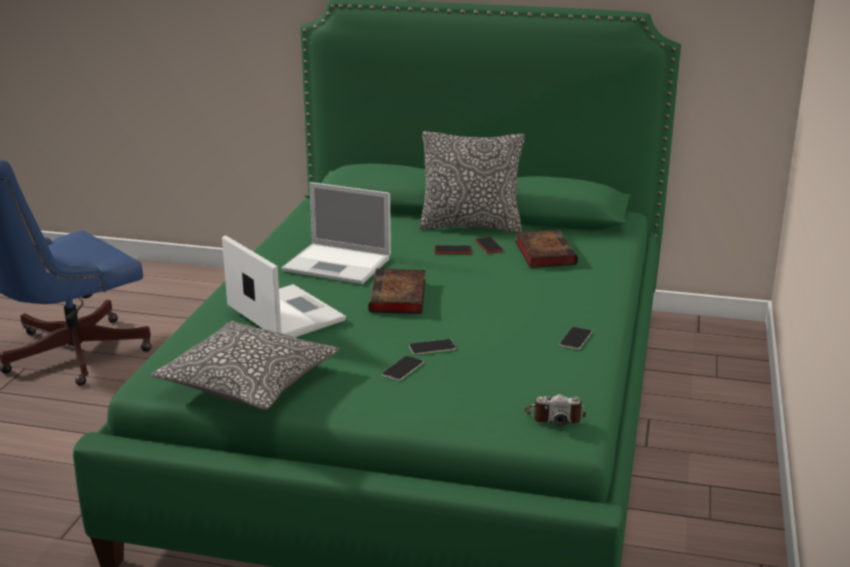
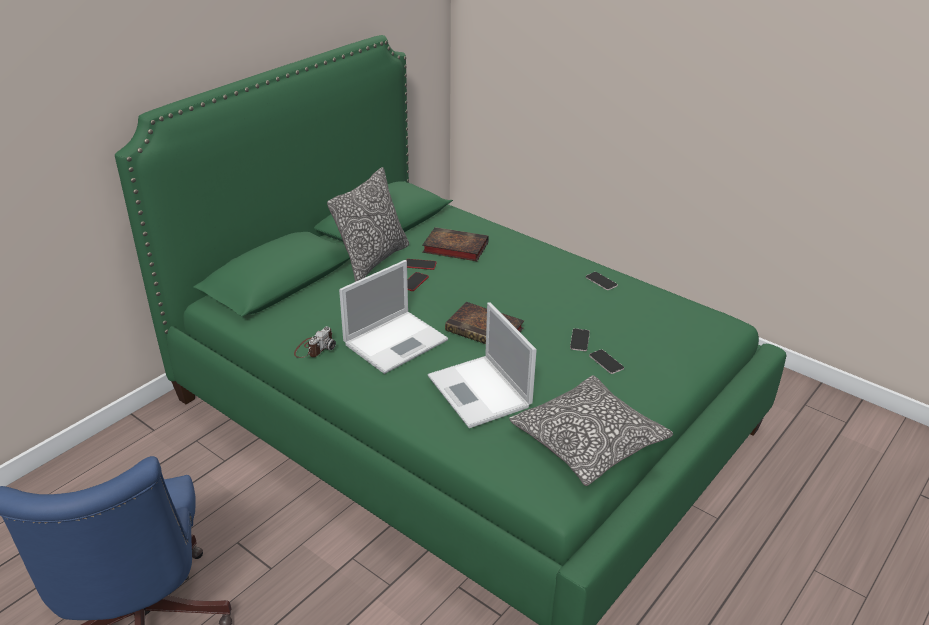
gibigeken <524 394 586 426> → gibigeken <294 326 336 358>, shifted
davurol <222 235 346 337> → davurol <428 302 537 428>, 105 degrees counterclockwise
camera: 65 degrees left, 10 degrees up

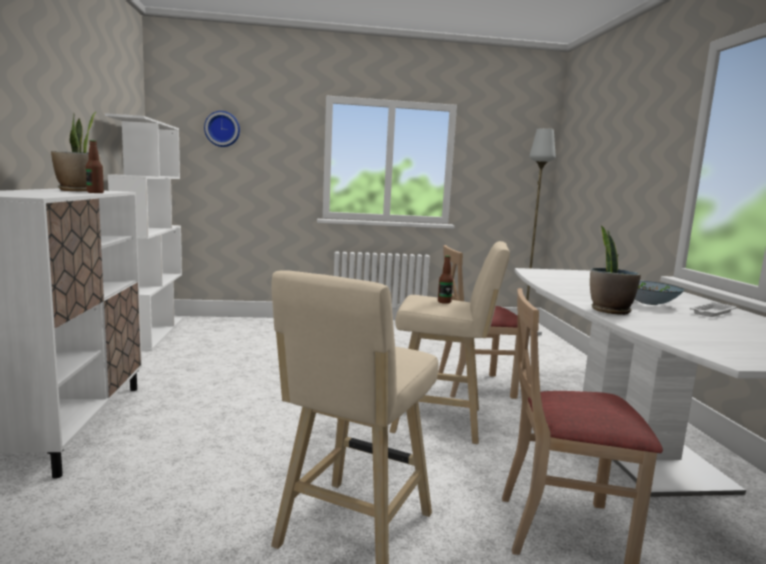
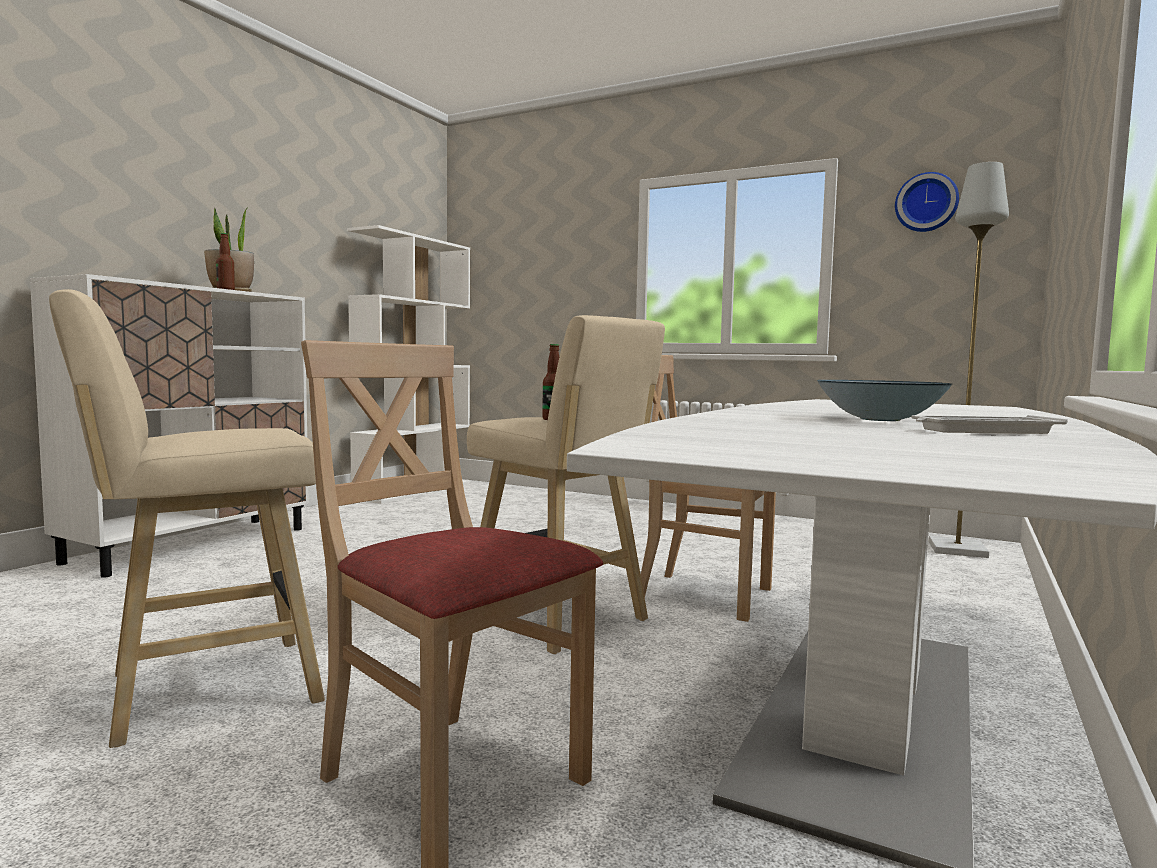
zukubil <590 226 641 315> → -
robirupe <204 111 240 147> → robirupe <895 172 959 232>, shifted
camera: 35 degrees right, 5 degrees down

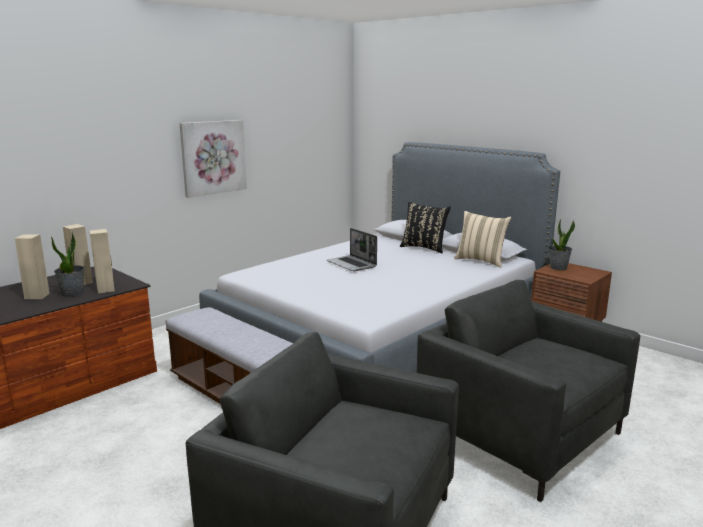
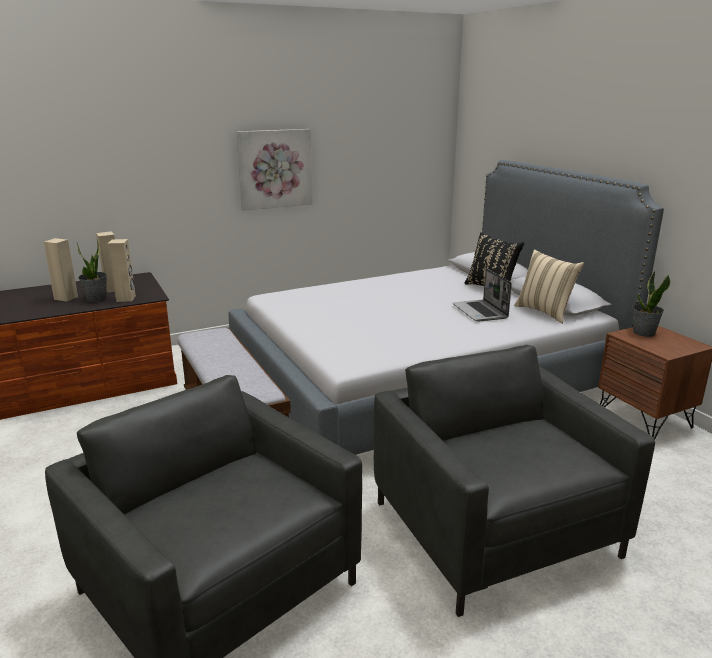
davurol <327 228 377 271> → davurol <453 268 512 321>, shifted
camera: 20 degrees right, 5 degrees up

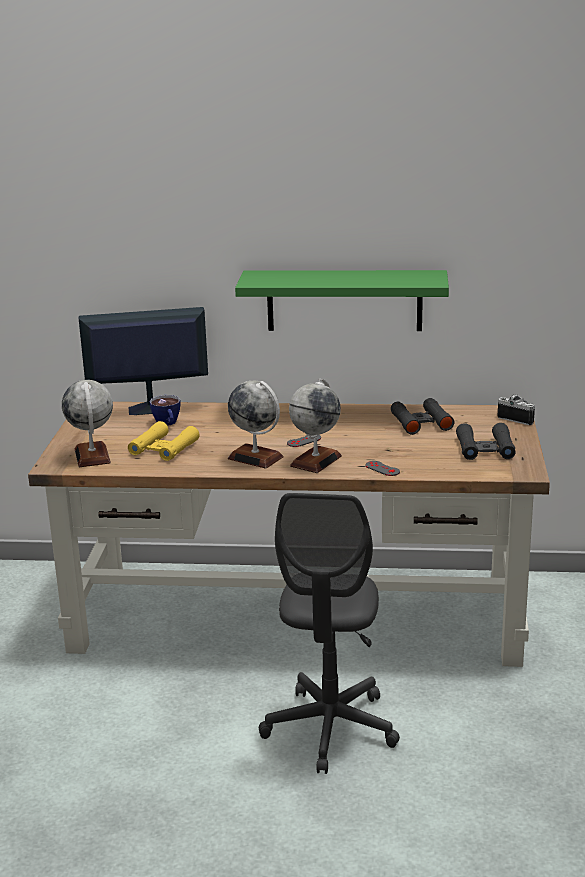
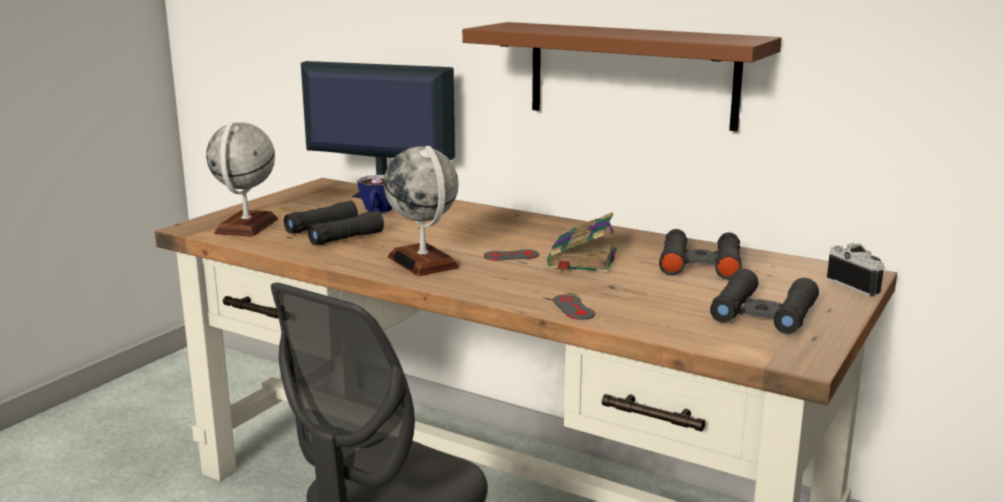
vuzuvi <289 378 342 473> → -
- → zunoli <547 212 617 273>
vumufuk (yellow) <128 421 200 461> → vumufuk (black) <284 200 384 245>
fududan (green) <235 270 449 331> → fududan (brown) <462 22 782 131>
camera: 25 degrees right, 5 degrees down

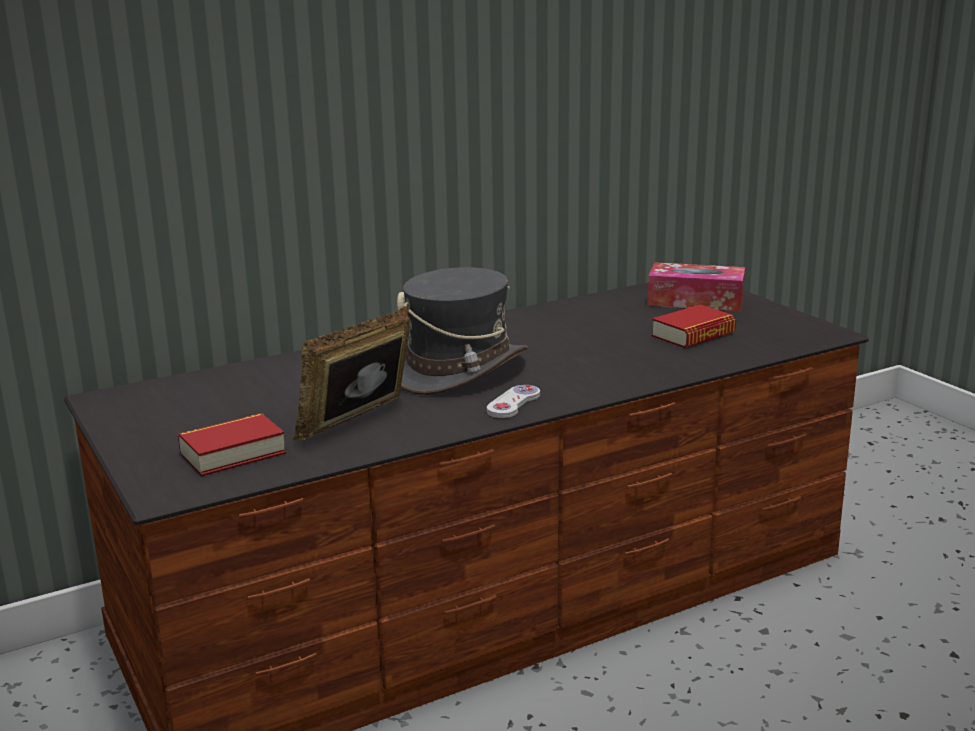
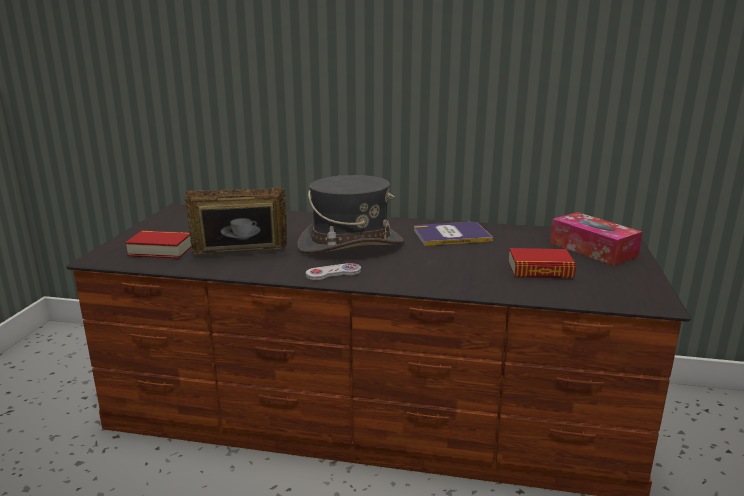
- → zunoli <414 222 493 246>
camera: 40 degrees right, 0 degrees up

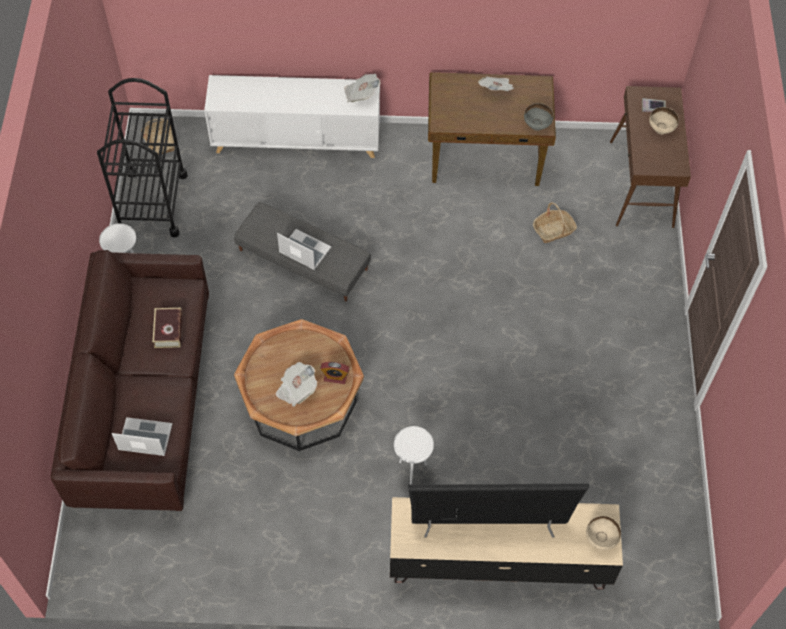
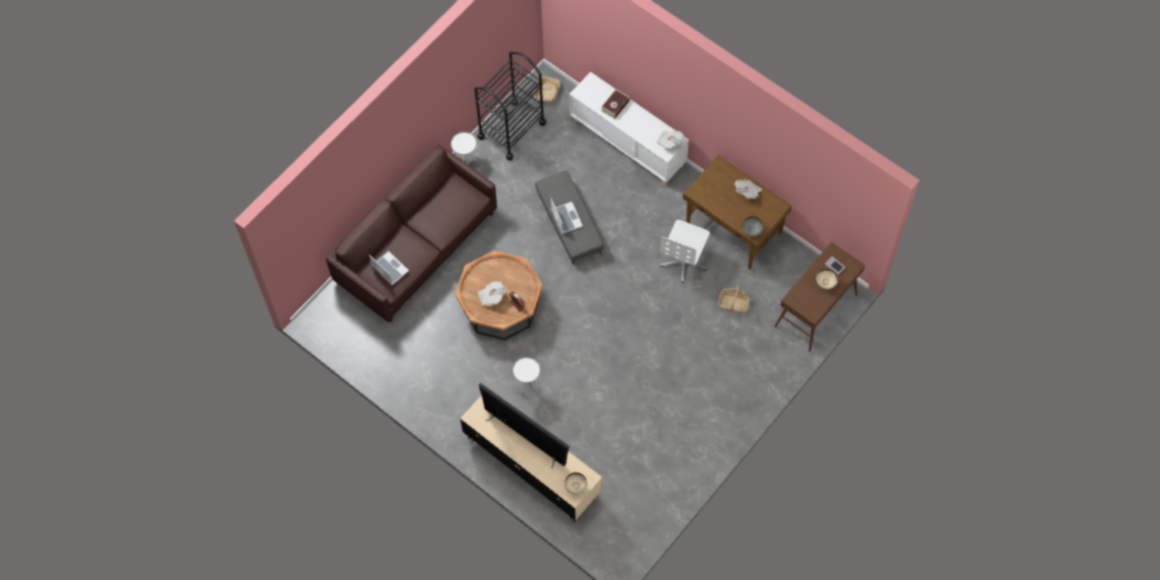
- → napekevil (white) <660 220 710 283>
zunoli <153 308 182 348> → zunoli <601 89 630 119>, shifted
camera: 40 degrees right, 5 degrees up

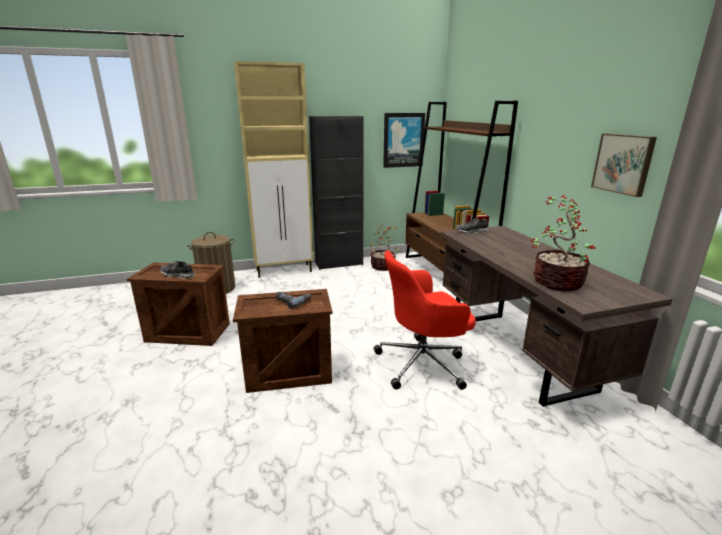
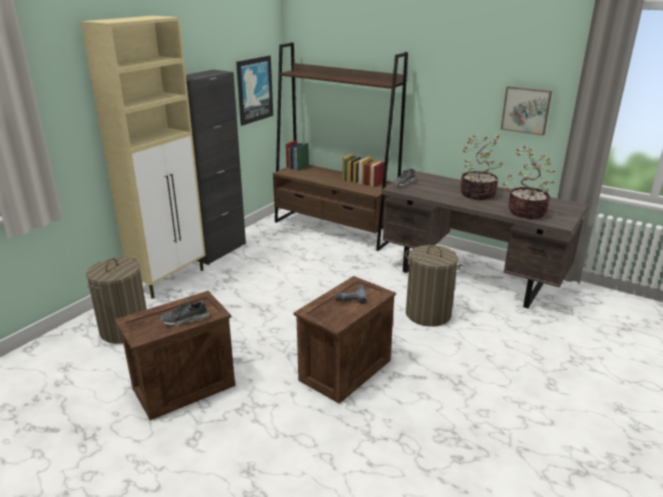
zukubil <370 225 401 271> → zukubil <461 135 503 200>, shifted
napekevil (red) <374 250 476 390> → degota <405 245 462 327>
camera: 40 degrees left, 5 degrees up

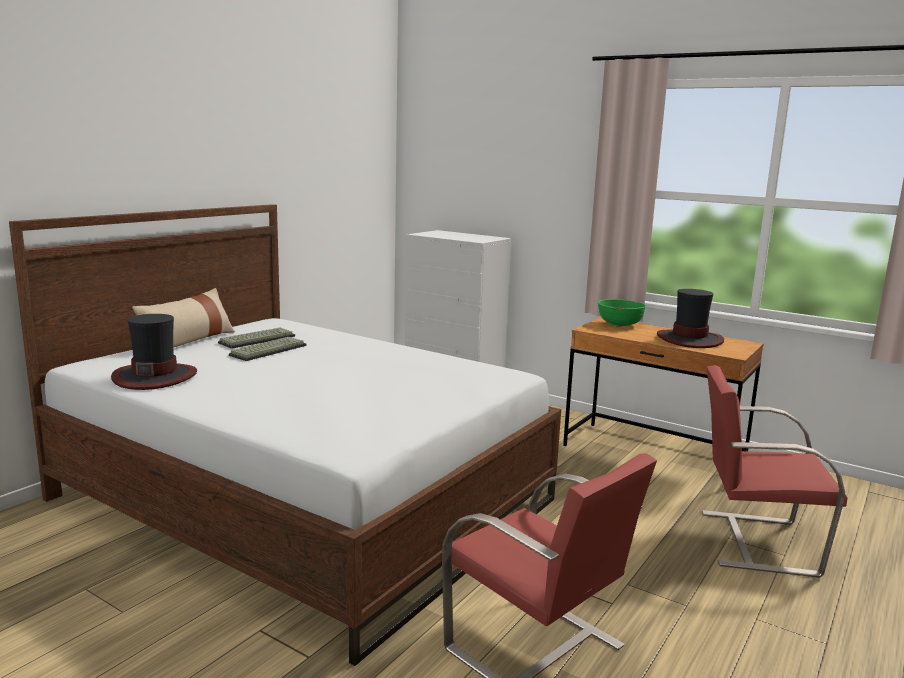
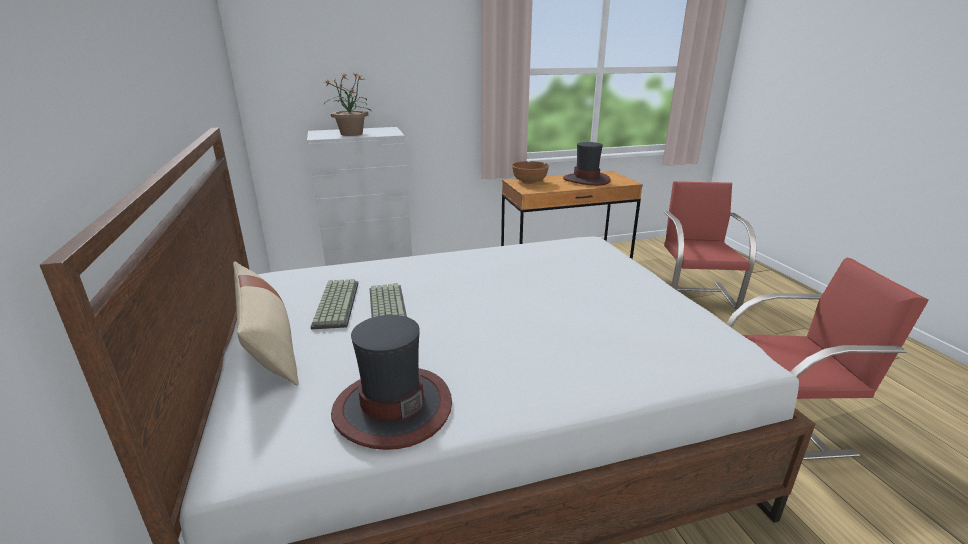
- → zukubil <324 73 371 136>
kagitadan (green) <598 299 646 327> → kagitadan (brown) <512 161 549 184>
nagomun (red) <702 365 847 578> → nagomun (red) <664 181 757 309>, 135 degrees clockwise
camera: 50 degrees left, 10 degrees up

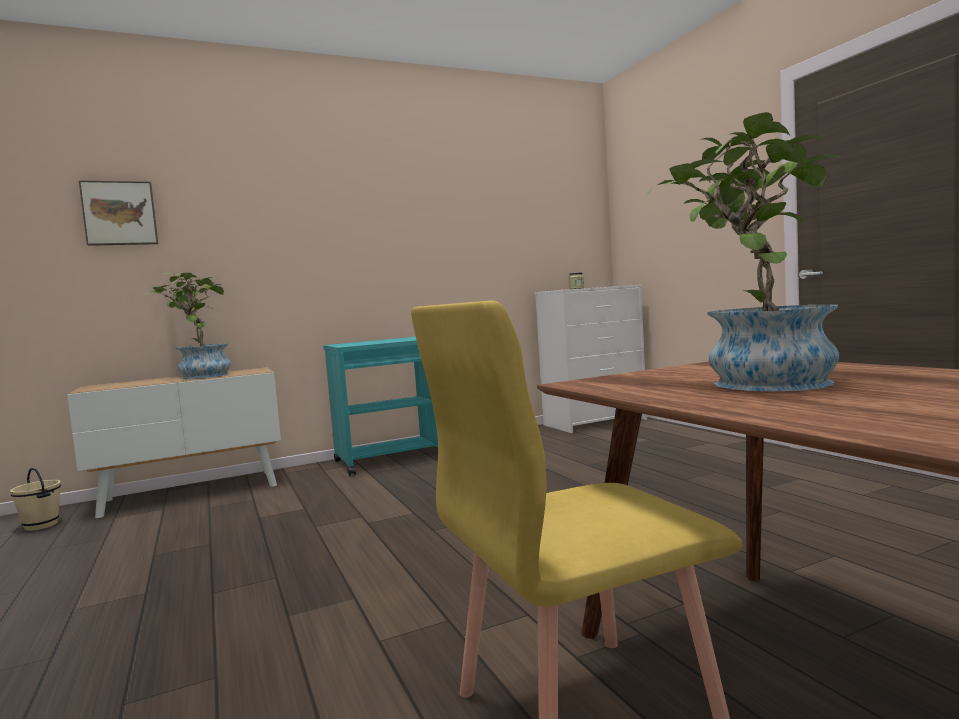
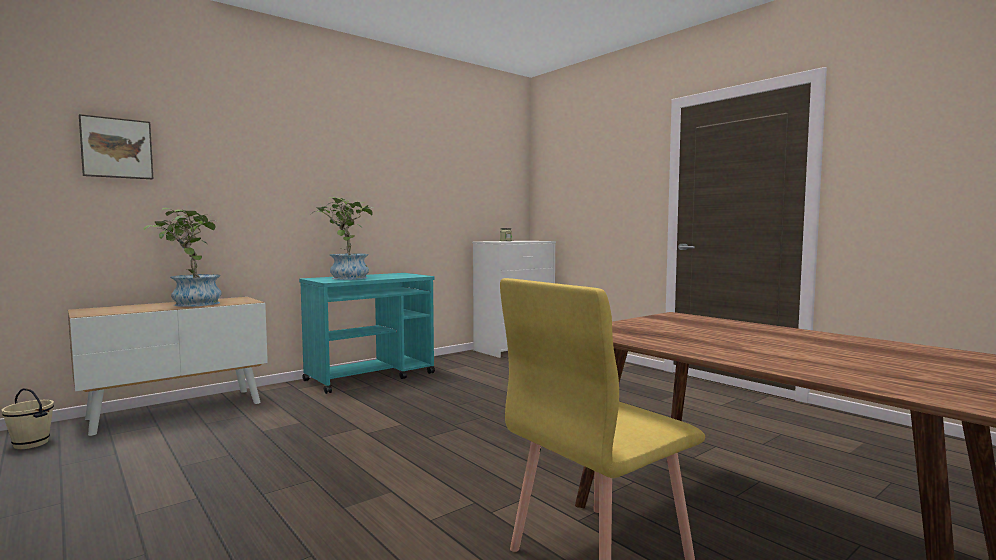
zukubil <647 112 842 391> → zukubil <311 197 373 280>, shifted
camera: 15 degrees left, 0 degrees up

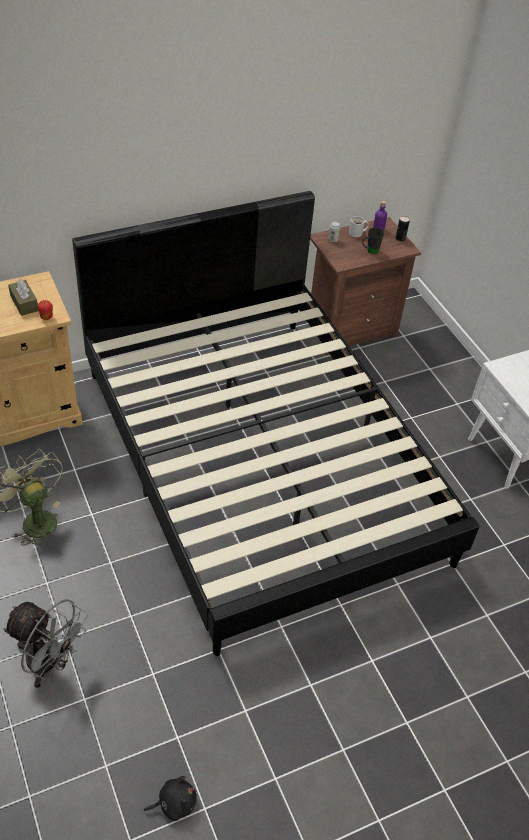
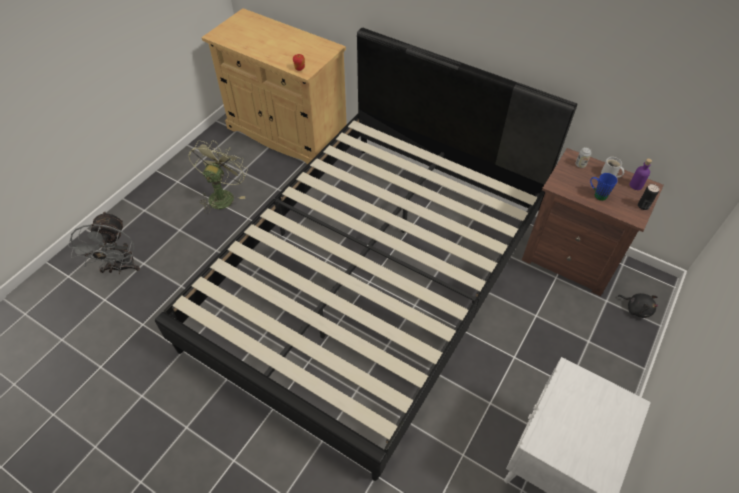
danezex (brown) <8 279 38 316> → -
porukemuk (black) <144 776 197 821> → porukemuk (black) <618 293 658 318>, shifted
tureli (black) <362 227 384 254> → tureli (blue) <590 173 618 201>
camera: 60 degrees right, 5 degrees up

